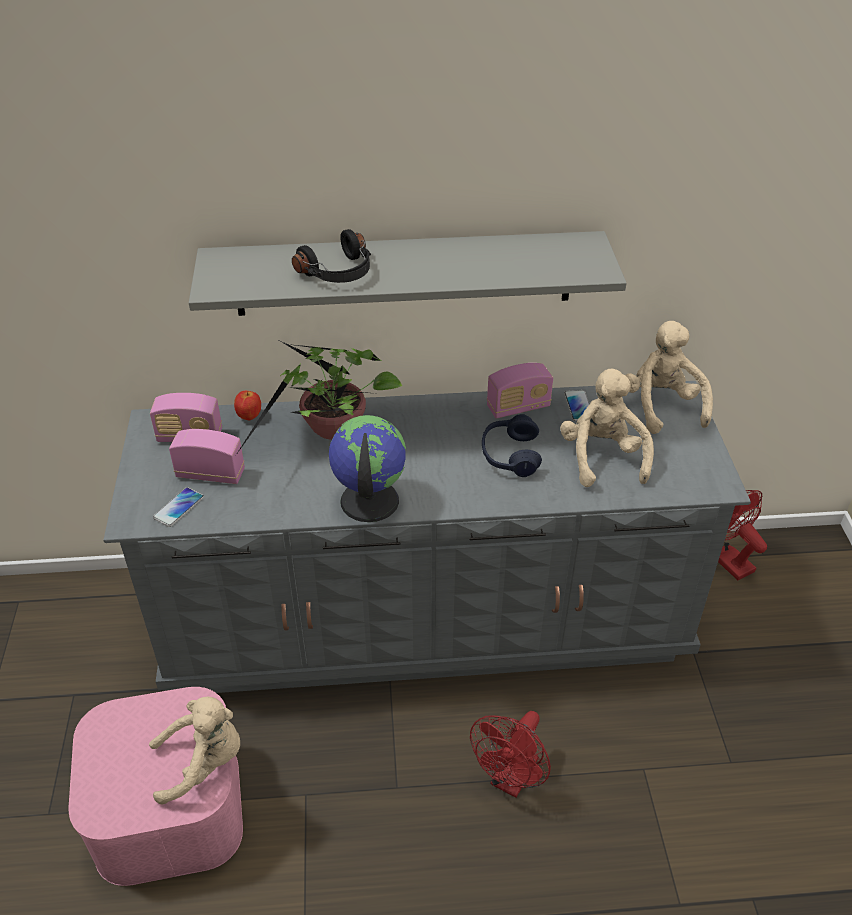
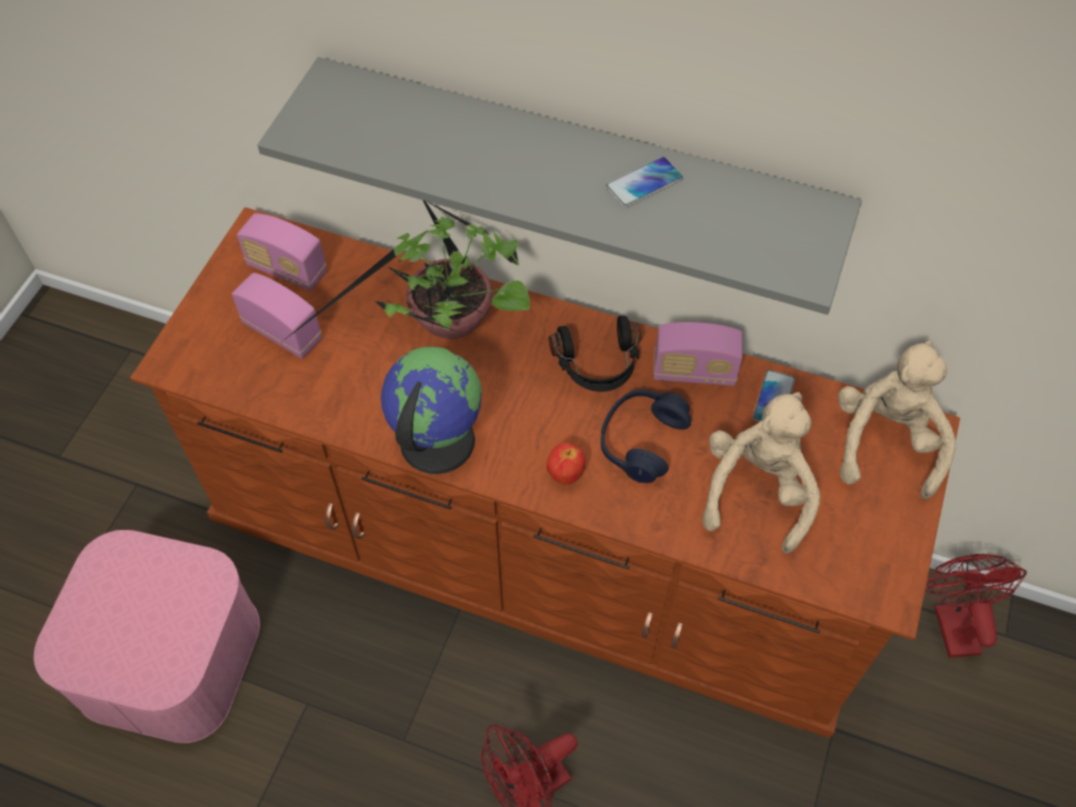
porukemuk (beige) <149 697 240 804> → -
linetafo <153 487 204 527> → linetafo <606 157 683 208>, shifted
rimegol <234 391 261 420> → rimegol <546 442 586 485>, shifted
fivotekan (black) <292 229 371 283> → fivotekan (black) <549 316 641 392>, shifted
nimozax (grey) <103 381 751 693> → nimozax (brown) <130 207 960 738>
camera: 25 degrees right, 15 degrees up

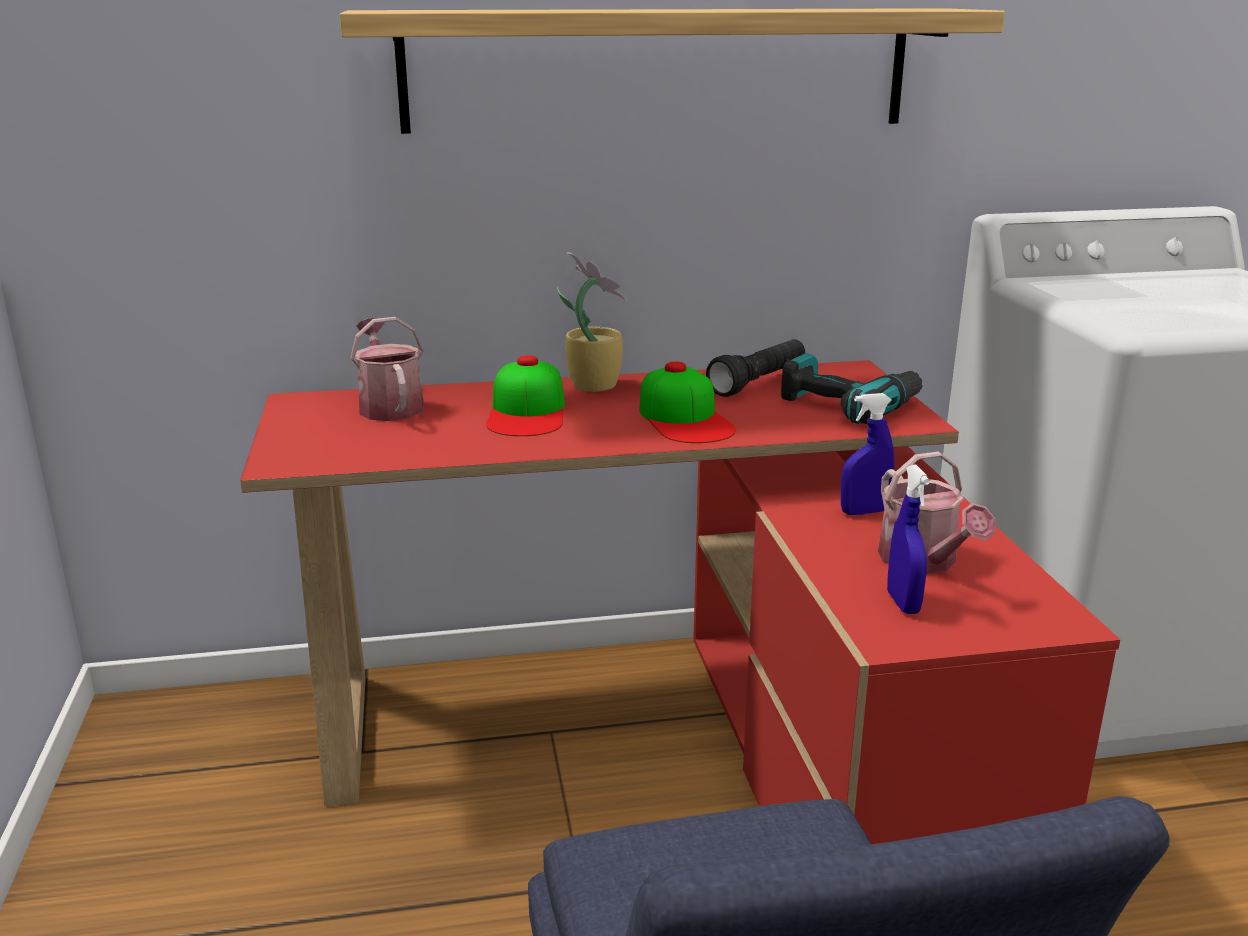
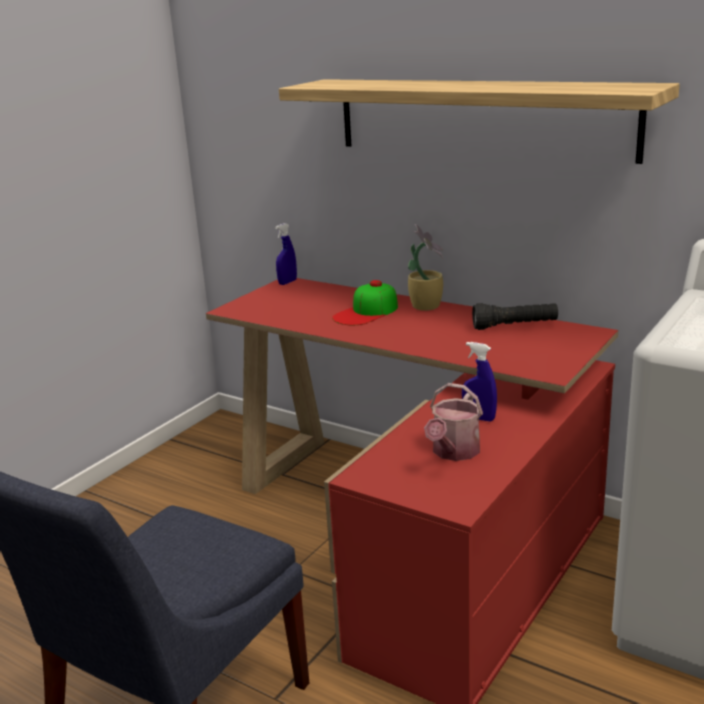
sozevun <351 317 424 421> → -
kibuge <639 362 736 443> → -
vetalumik <781 353 923 424> → -
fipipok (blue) <887 465 930 614> → fipipok (blue) <275 223 297 285>, shifted
camera: 45 degrees right, 0 degrees up

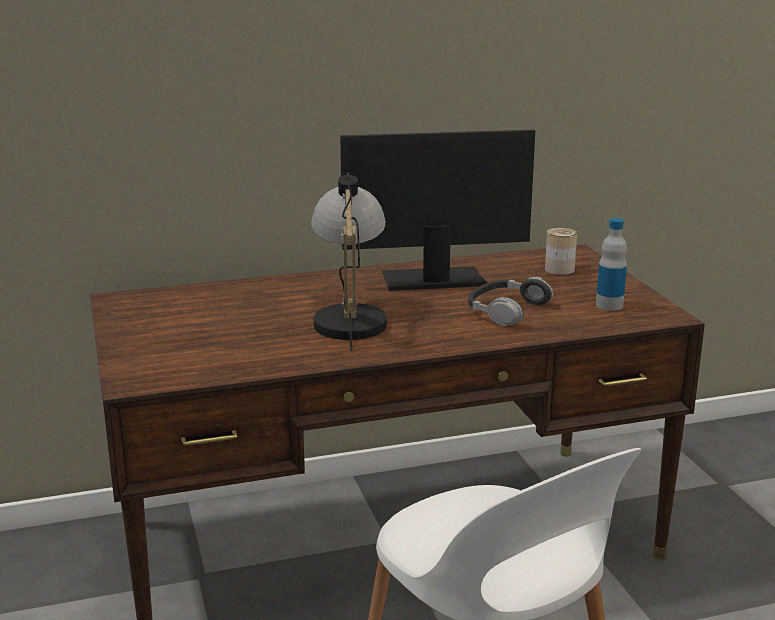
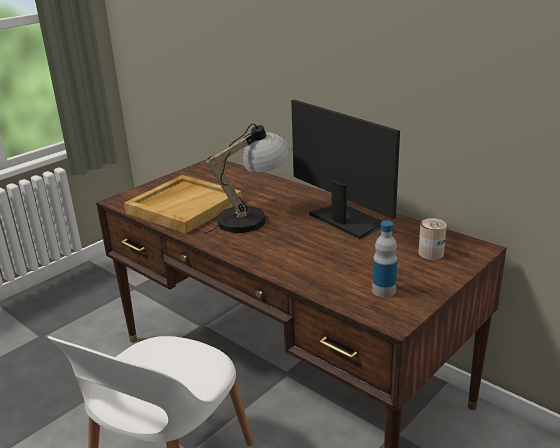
fivotekan <468 277 553 326> → -
- → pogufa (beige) <124 175 242 234>
camera: 60 degrees right, 5 degrees up

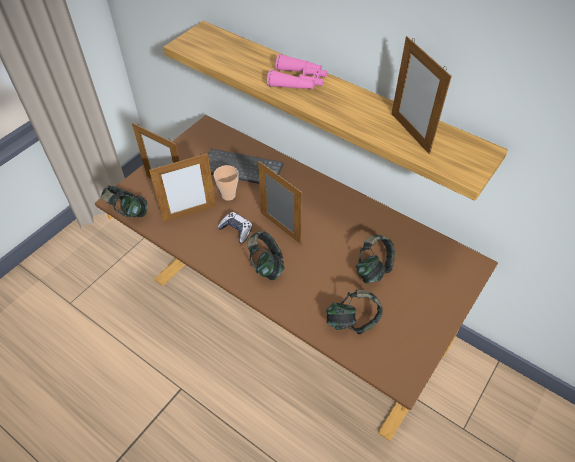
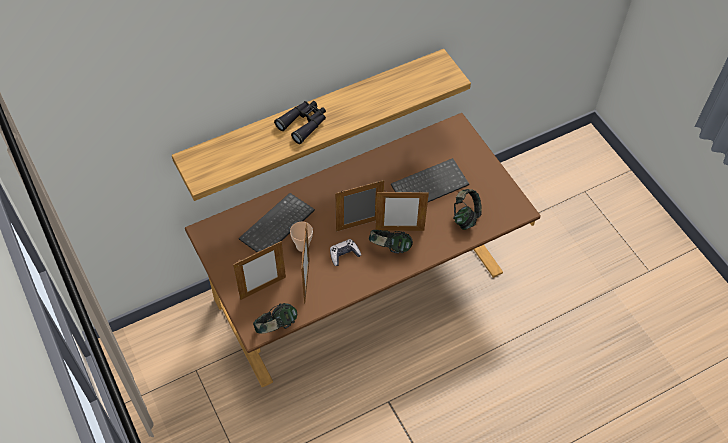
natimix <392 36 452 154> → natimix <376 191 429 231>, shifted
fivotekan <356 235 395 283> → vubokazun <391 158 469 202>
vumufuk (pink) <267 54 327 90> → vumufuk (black) <274 101 326 144>
camera: 65 degrees left, 5 degrees up

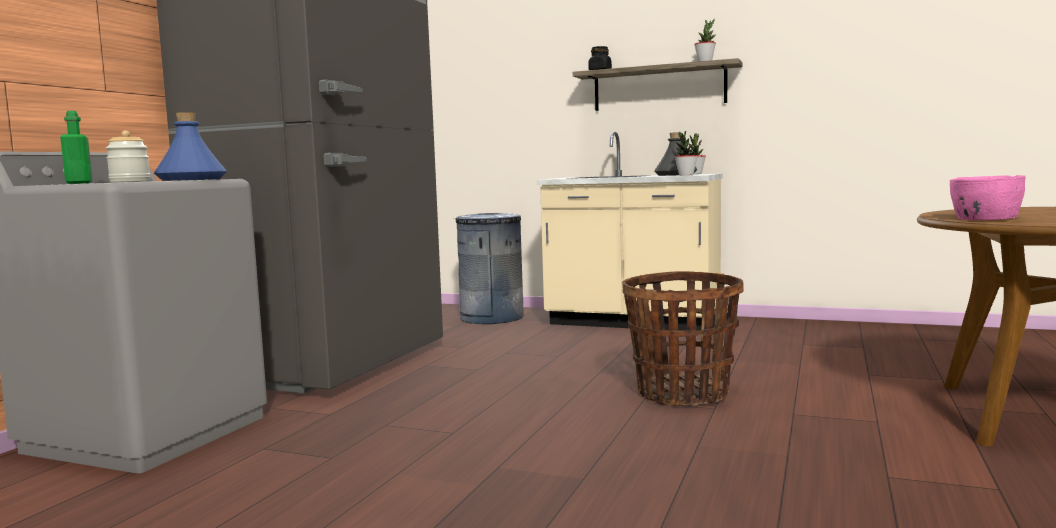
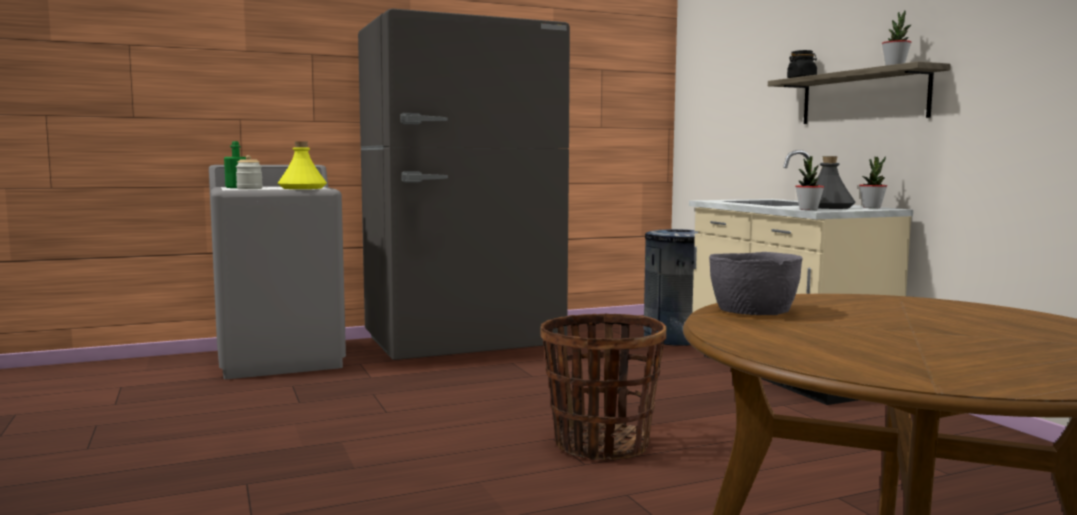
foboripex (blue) <154 112 227 181> → foboripex (yellow) <278 141 327 189>
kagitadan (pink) <950 175 1026 220> → kagitadan (grey) <709 252 803 315>
camera: 45 degrees right, 0 degrees up

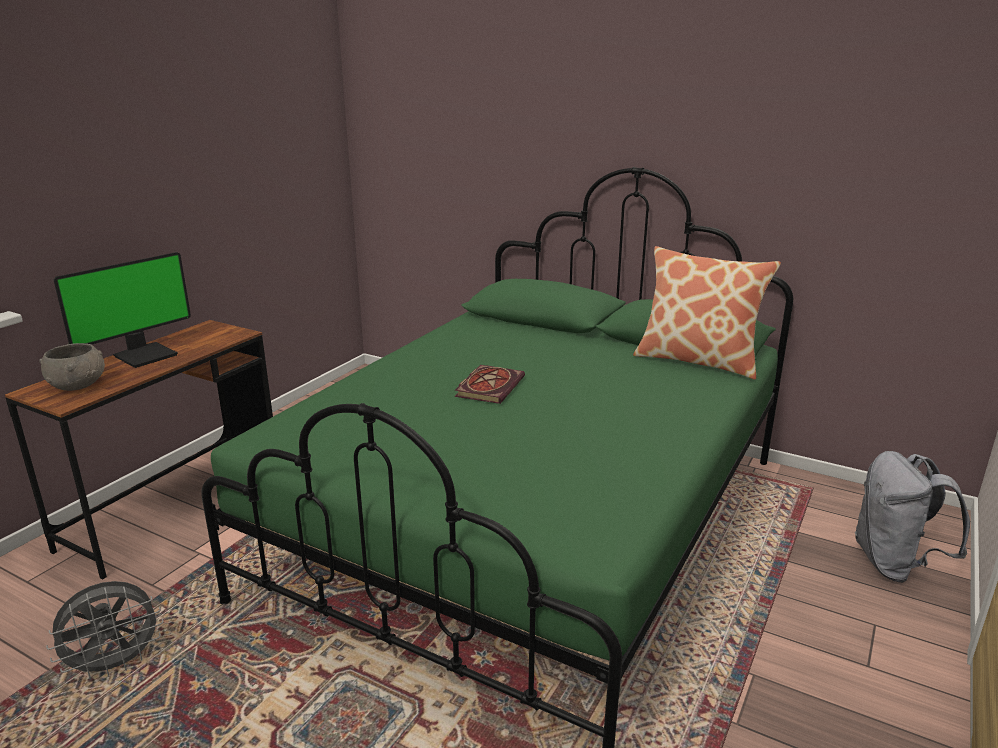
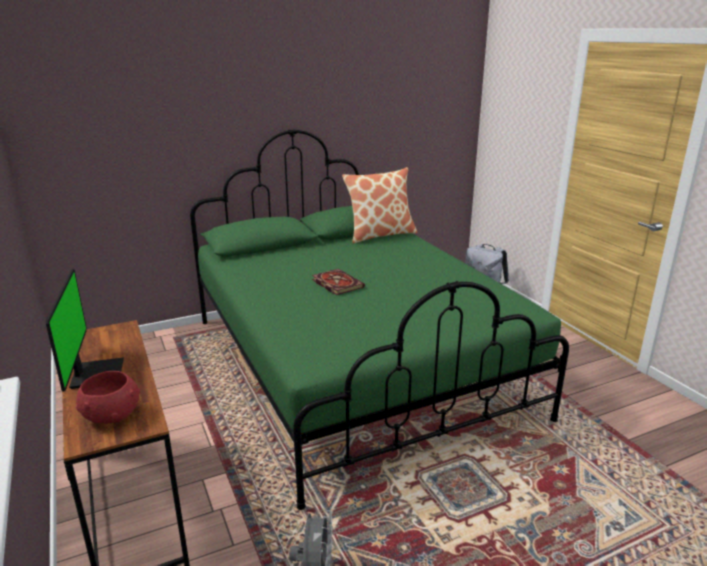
kagitadan (grey) <39 343 105 391> → kagitadan (red) <76 371 140 424>
camera: 55 degrees left, 0 degrees up

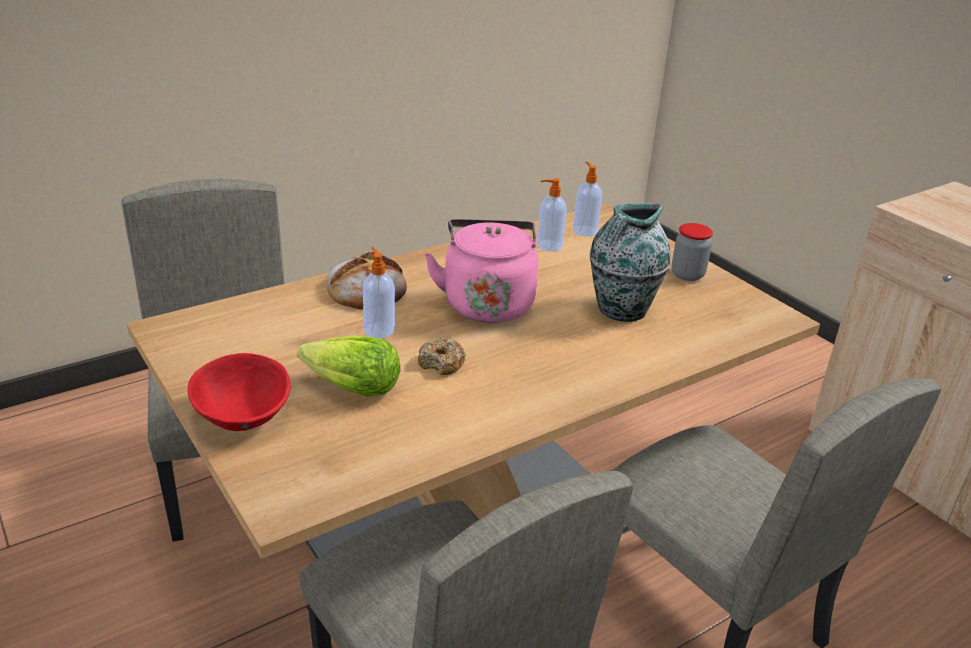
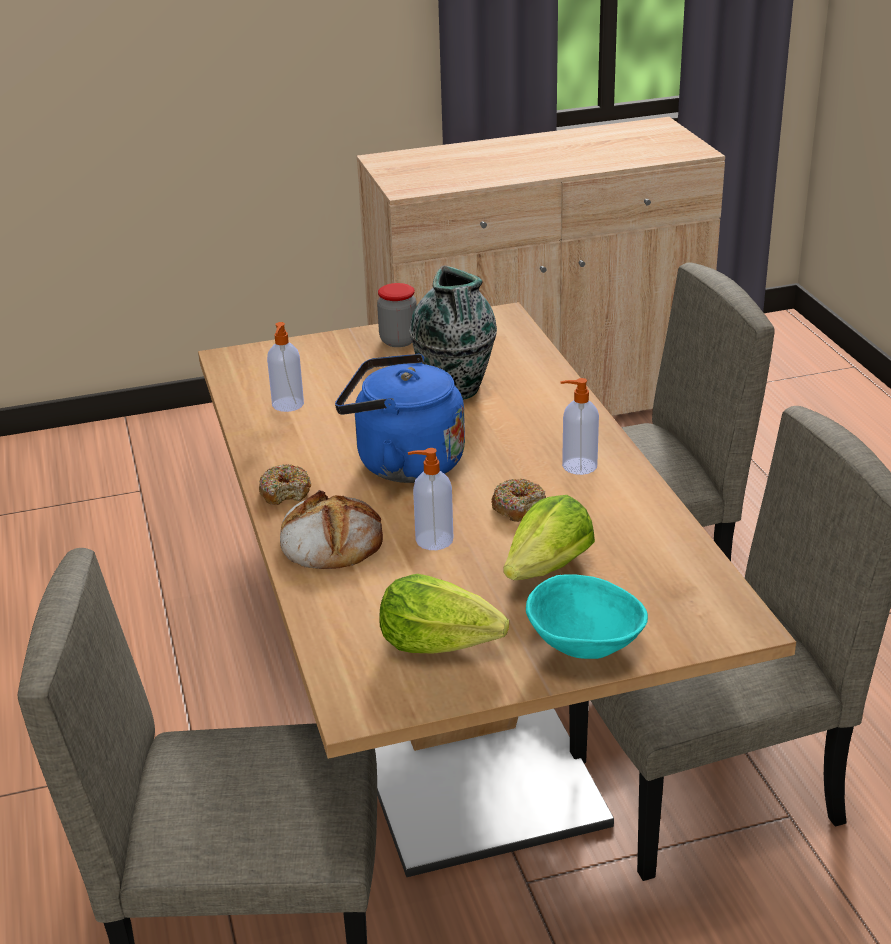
- → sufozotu <259 464 311 505>
- → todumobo <379 574 509 653>
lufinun <573 162 602 236> → lufinun <560 378 599 475>, shifted
kagitadan (red) <188 353 291 431> → kagitadan (turquoise) <526 574 648 659>
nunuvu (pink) <425 219 539 323> → nunuvu (blue) <335 354 465 483>
camera: 70 degrees left, 0 degrees up

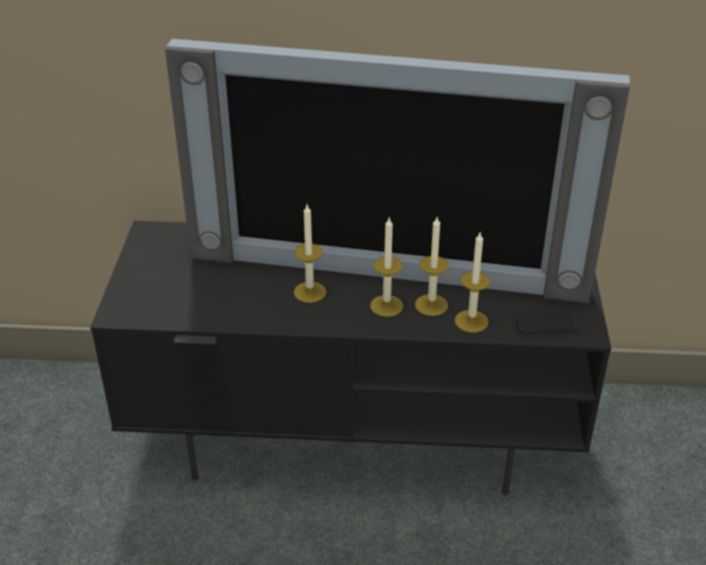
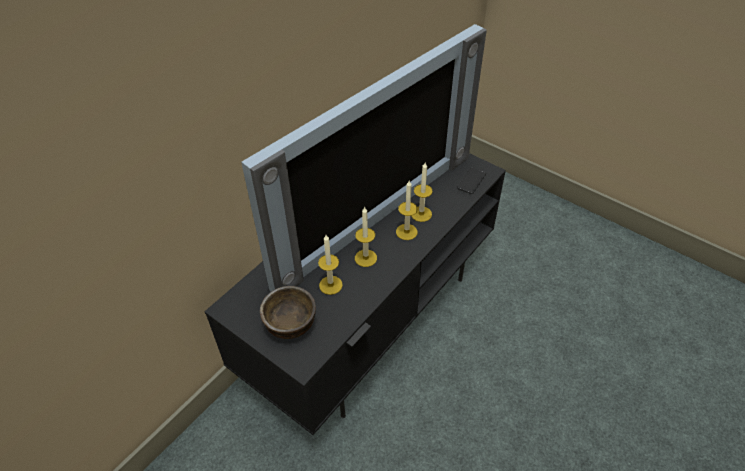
- → kagitadan (brown) <260 286 316 339>
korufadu <455 233 490 332> → korufadu <318 235 343 295>, shifted
camera: 55 degrees left, 10 degrees up

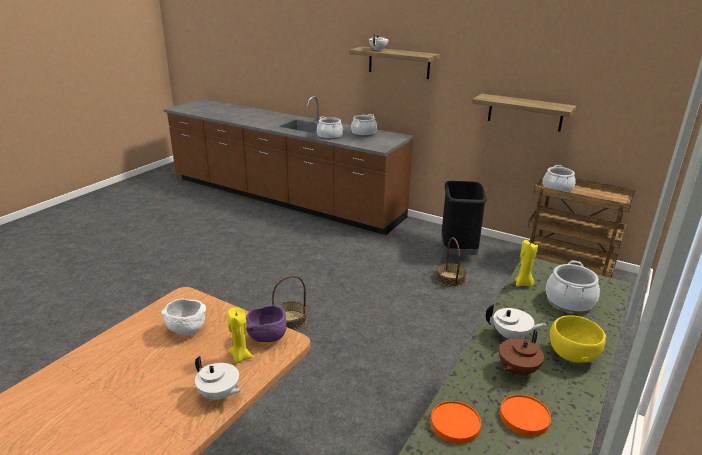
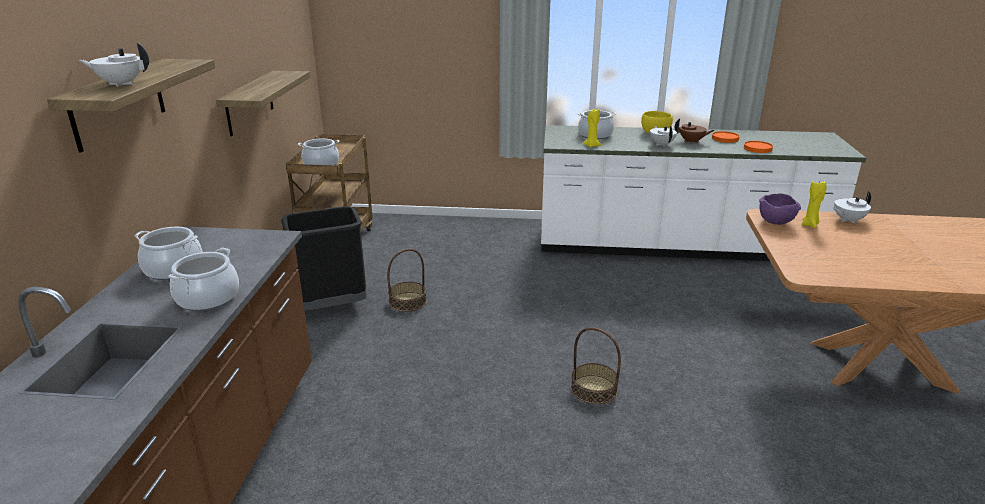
kagitadan (white) <161 299 206 336> → -
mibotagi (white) <195 356 243 401> → mibotagi (white) <833 191 871 223>, 120 degrees counterclockwise
camera: 115 degrees left, 0 degrees up

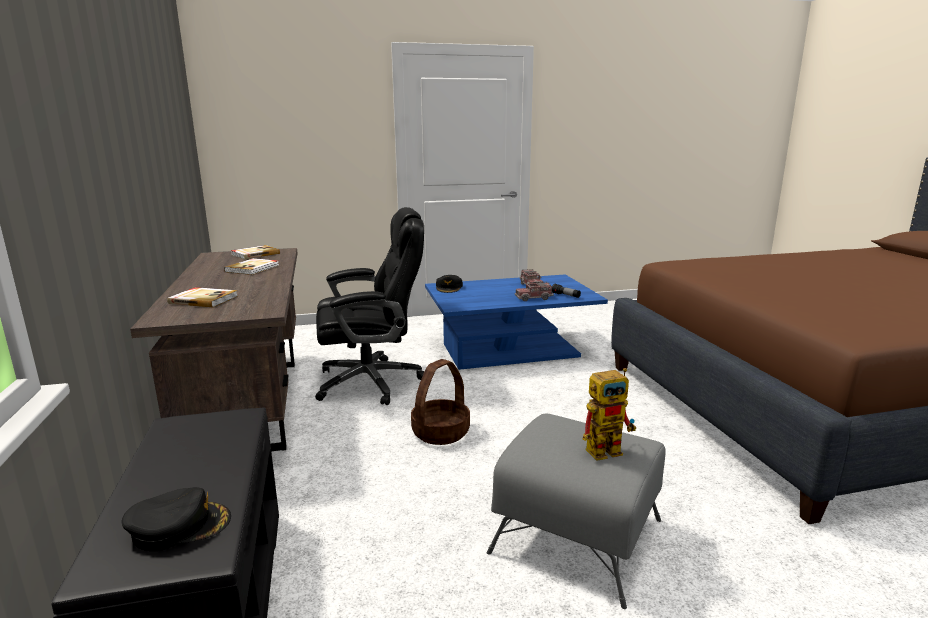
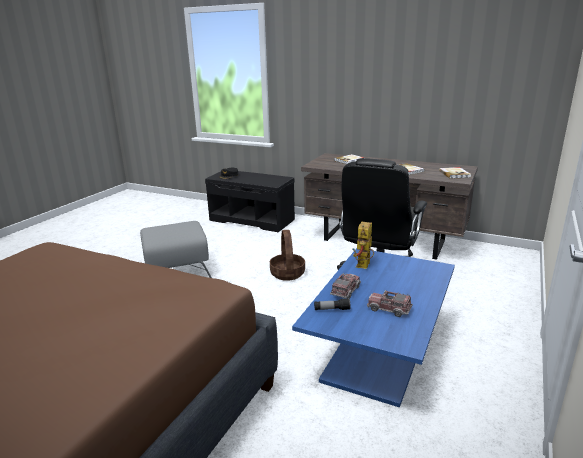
kibuge (black) <436 275 463 293> → -
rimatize <583 368 636 461> → rimatize <352 222 374 269>, shifted
camera: 130 degrees right, 5 degrees up

